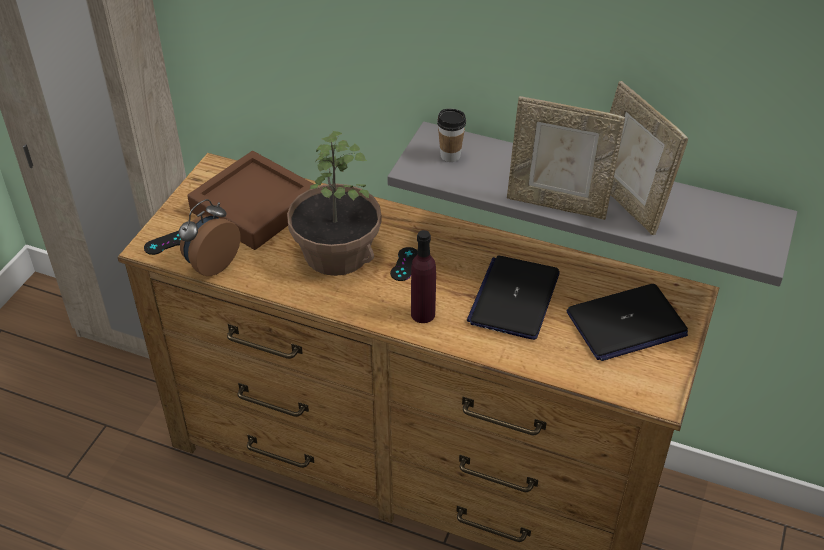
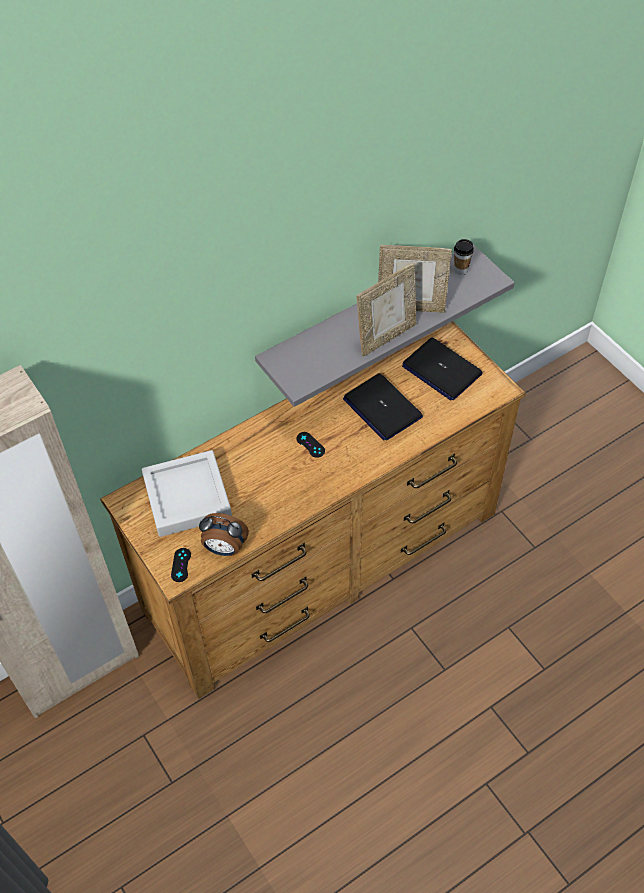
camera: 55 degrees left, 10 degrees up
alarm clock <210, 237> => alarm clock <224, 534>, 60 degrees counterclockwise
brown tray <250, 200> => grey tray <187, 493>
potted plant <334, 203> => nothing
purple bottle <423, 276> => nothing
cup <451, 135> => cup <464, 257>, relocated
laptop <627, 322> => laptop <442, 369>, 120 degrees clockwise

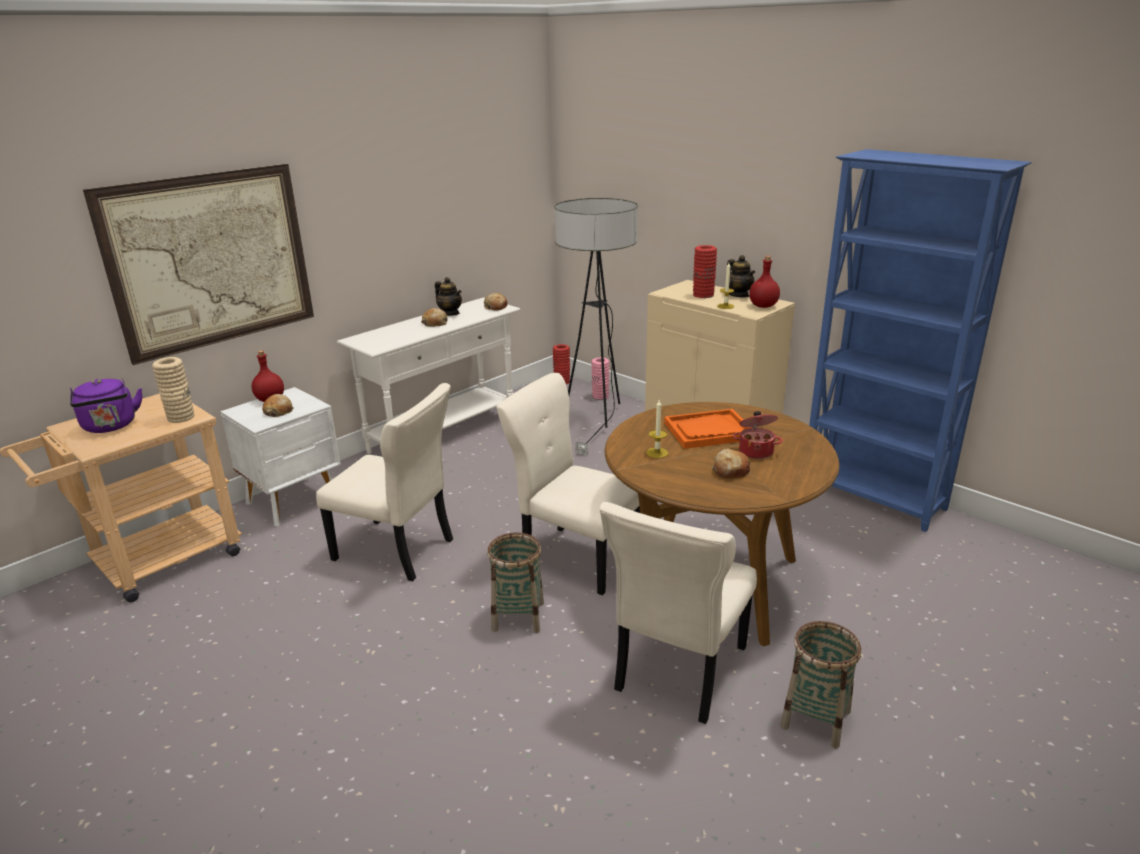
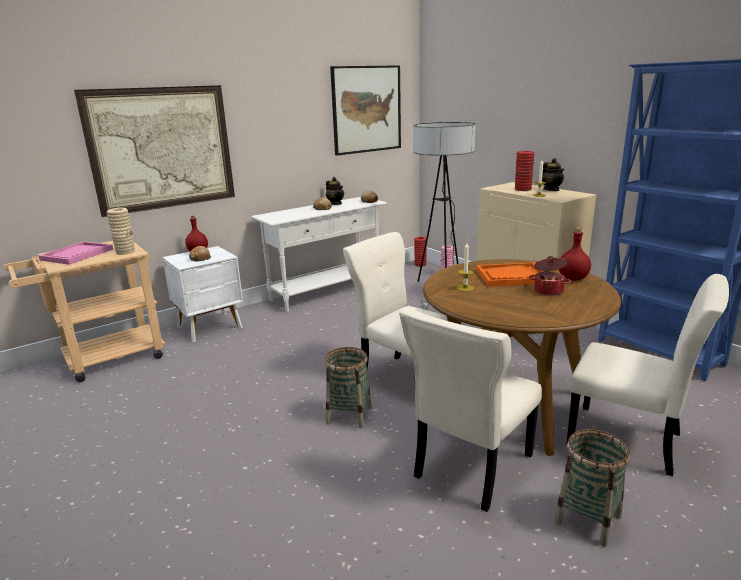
camera: 10 degrees right, 5 degrees down
purple kettle <106, 406> => pink tray <75, 253>
beige chair <384, 482> => beige chair <648, 375>, relocated
bread <731, 464> => nothing
red bottle <764, 282> => red bottle <575, 254>, relocated
nothing => picture <365, 110>

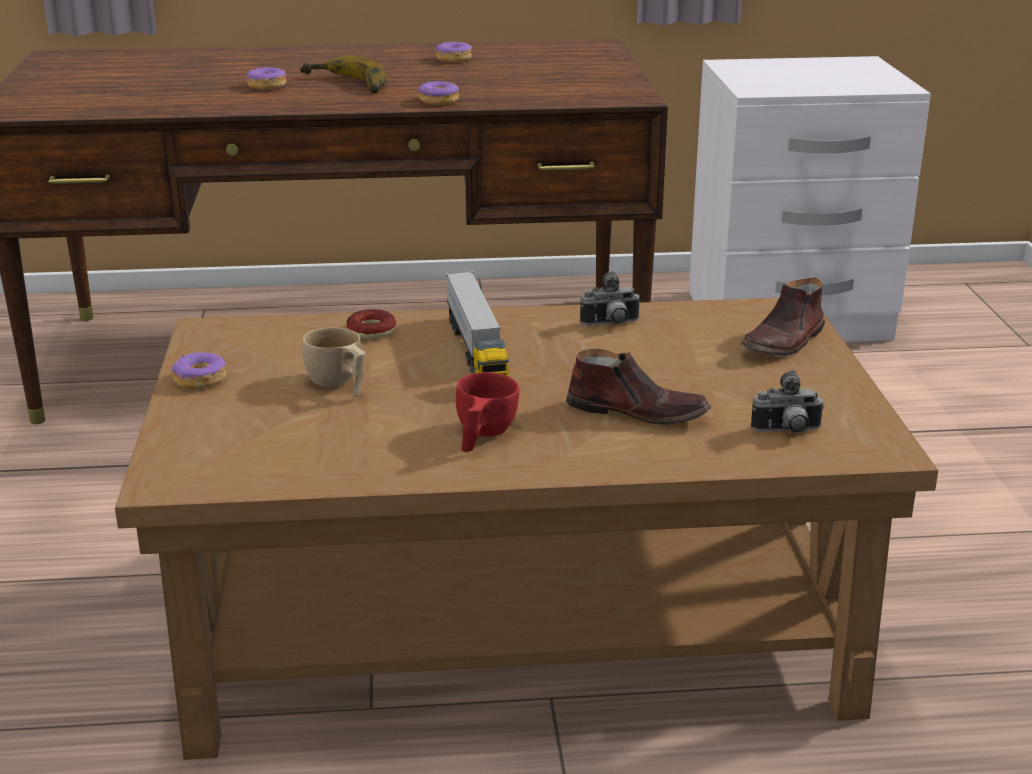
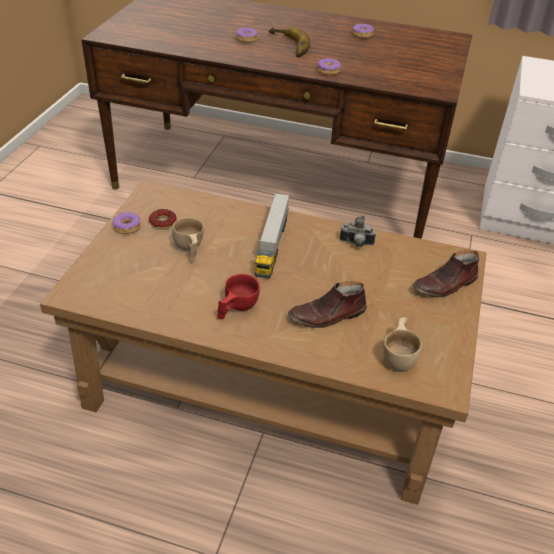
camera: 20 degrees right, 15 degrees up
donut <371, 324> => donut <163, 219>, relocated
brown shoe <638, 386> => brown shoe <327, 304>, 120 degrees clockwise
photo camera <788, 401> => beige cup <402, 344>

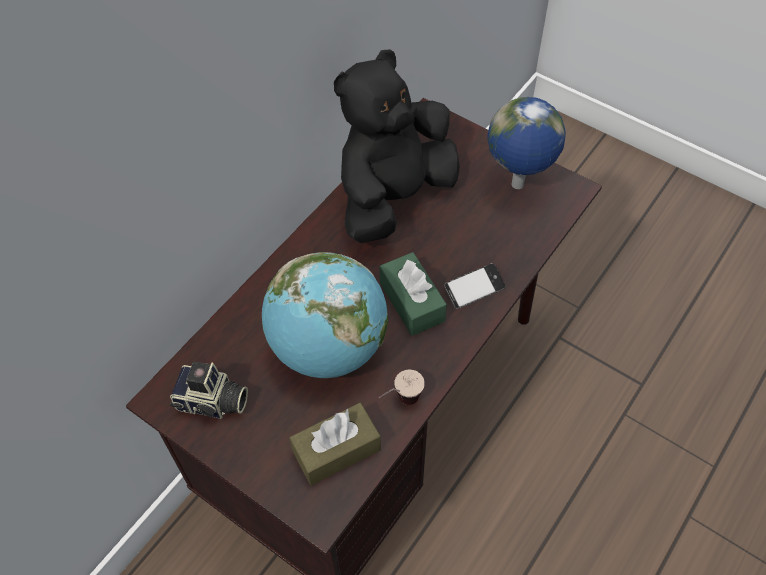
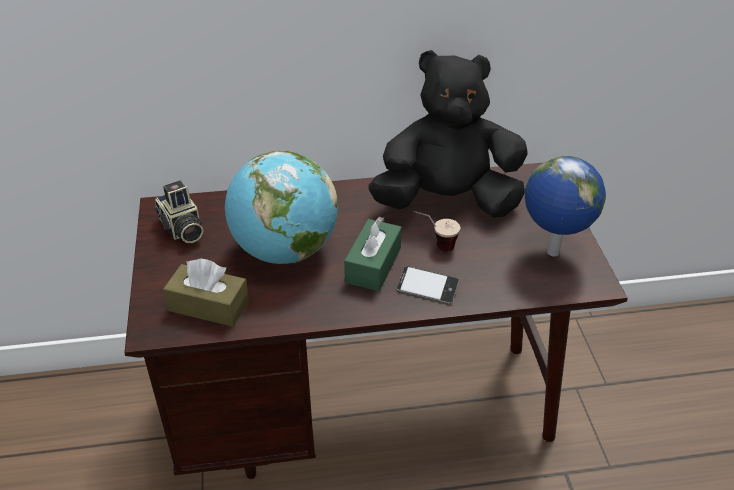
camera: 45 degrees right, 15 degrees down
cup <402, 387> => cup <436, 231>, relocated

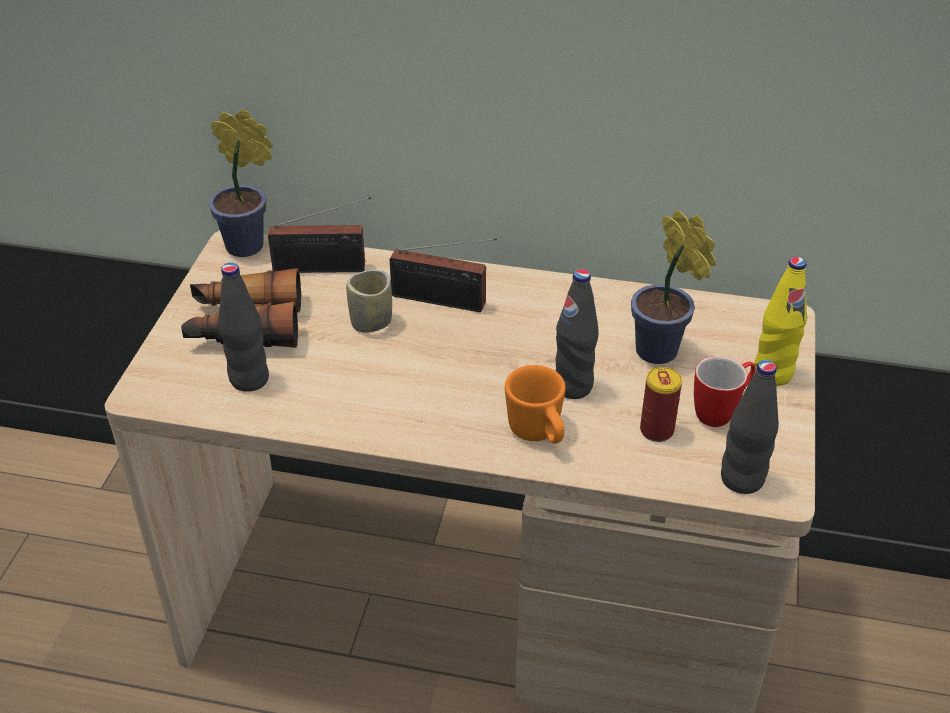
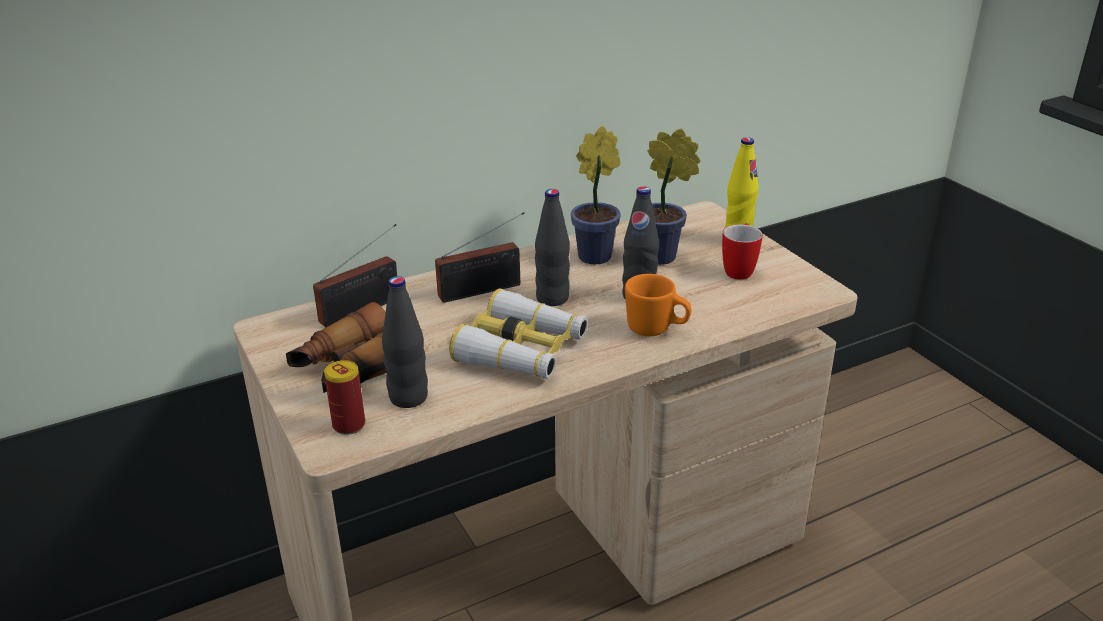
camera: 40 degrees left, 10 degrees down
potted plant <241, 183> => potted plant <596, 195>, relocated
cup <369, 301> => nothing
can <661, 404> => can <344, 397>, relocated
black bottle <750, 427> => black bottle <552, 247>, relocated
nothing => binoculars <518, 334>

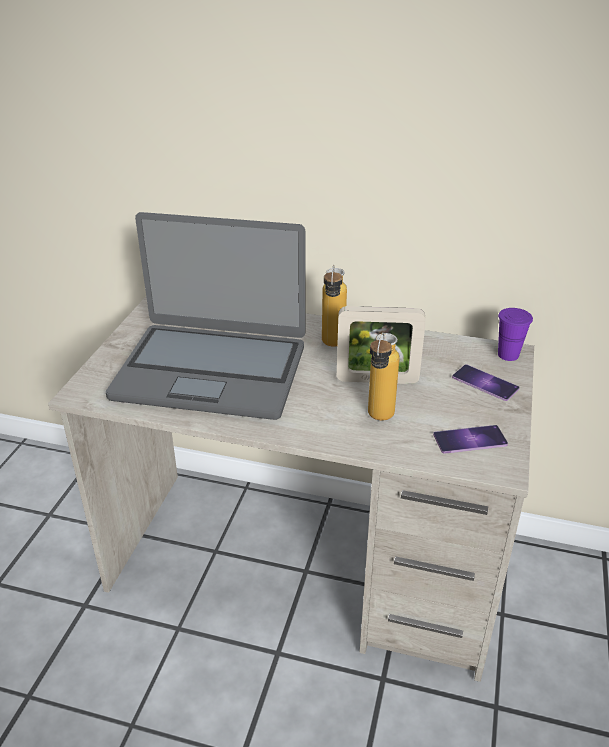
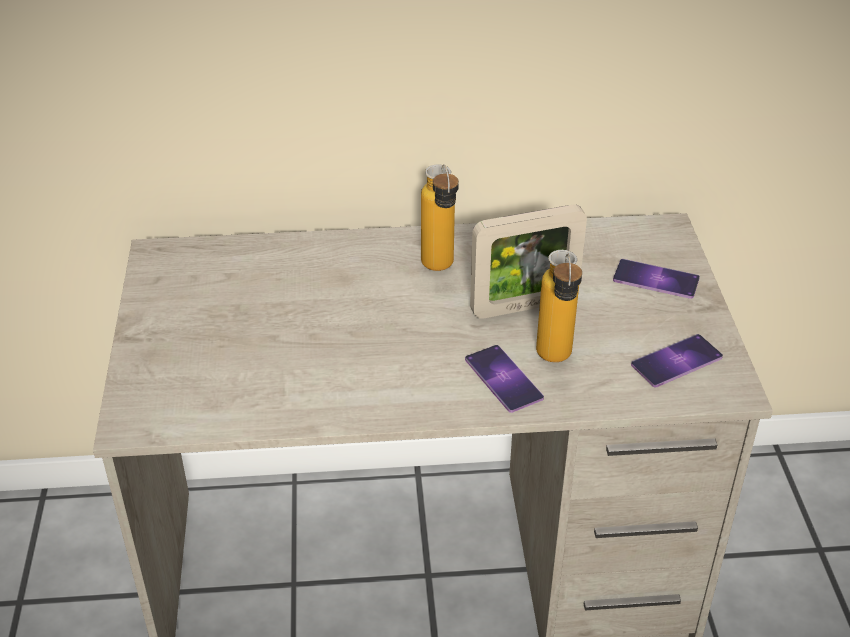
camera: 20 degrees left, 5 degrees up
laptop <205, 316> => nothing
purple cup <515, 334> => nothing
nothing => phone <504, 379>

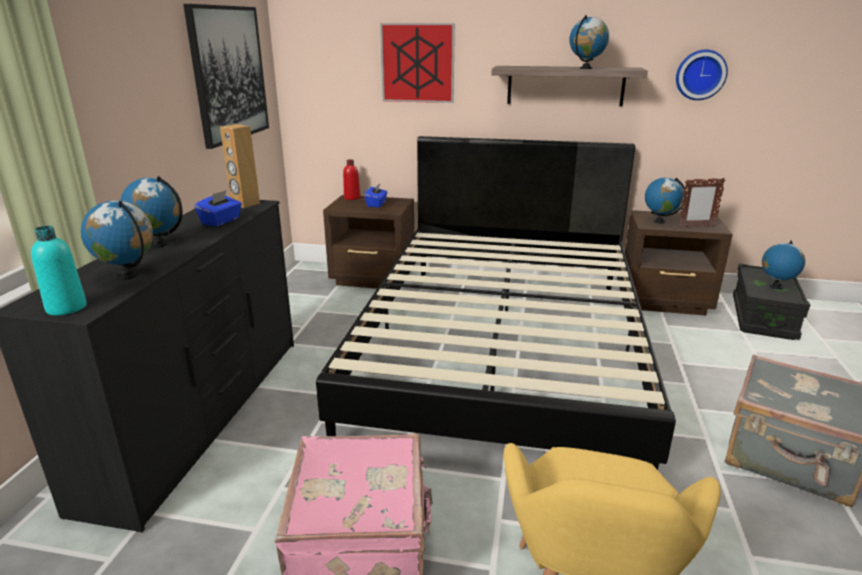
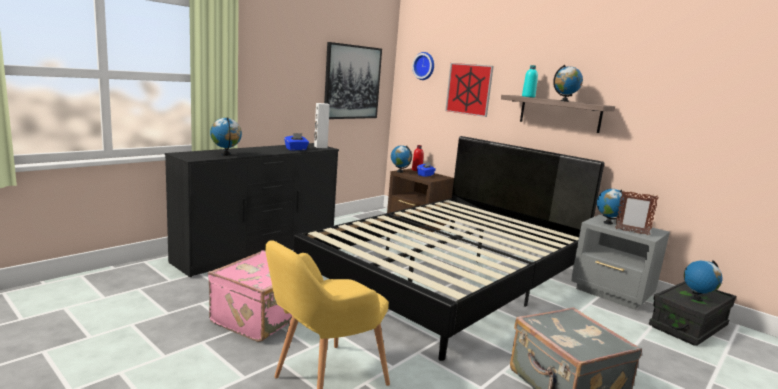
camera: 30 degrees right, 10 degrees down
turquoise bottle <59, 271> => turquoise bottle <530, 81>, relocated
globe <151, 212> => globe <401, 159>, relocated
brown speaker <240, 166> => white speaker <322, 125>
brown nightstand <679, 263> => grey nightstand <620, 262>
wall clock <702, 75> => wall clock <423, 66>, relocated

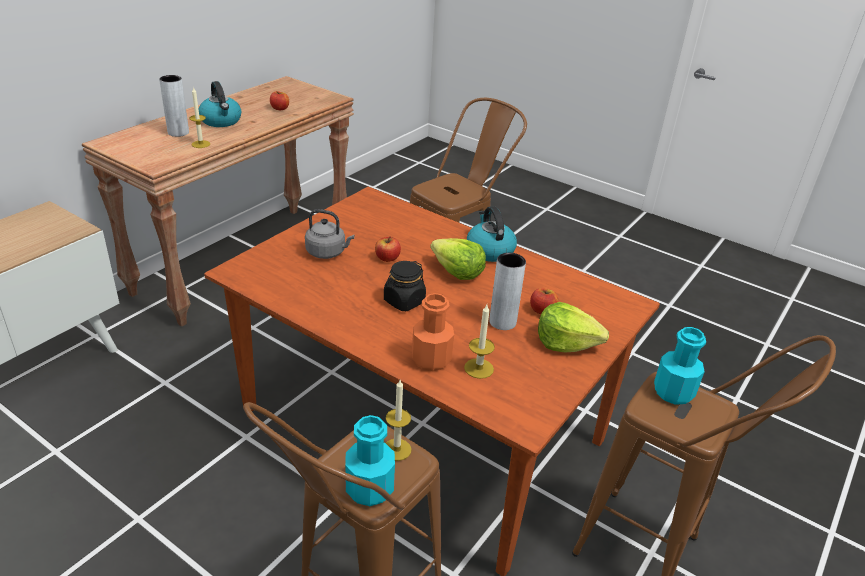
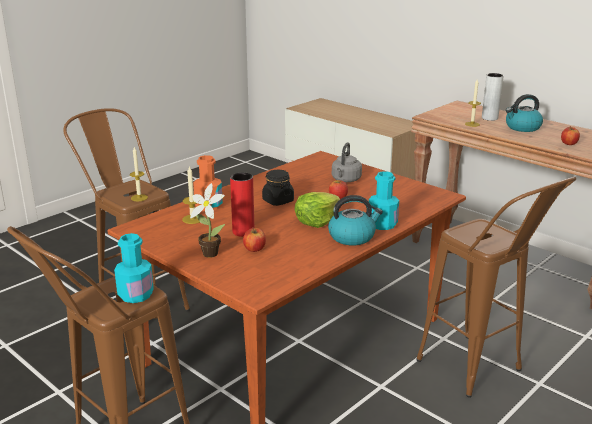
camera: 100 degrees right, 10 degrees down
turquoise bottle <370, 460> => turquoise bottle <384, 200>, relocated
grey vase <507, 291> => red vase <242, 205>
lettuce <573, 327> => potted plant <207, 220>

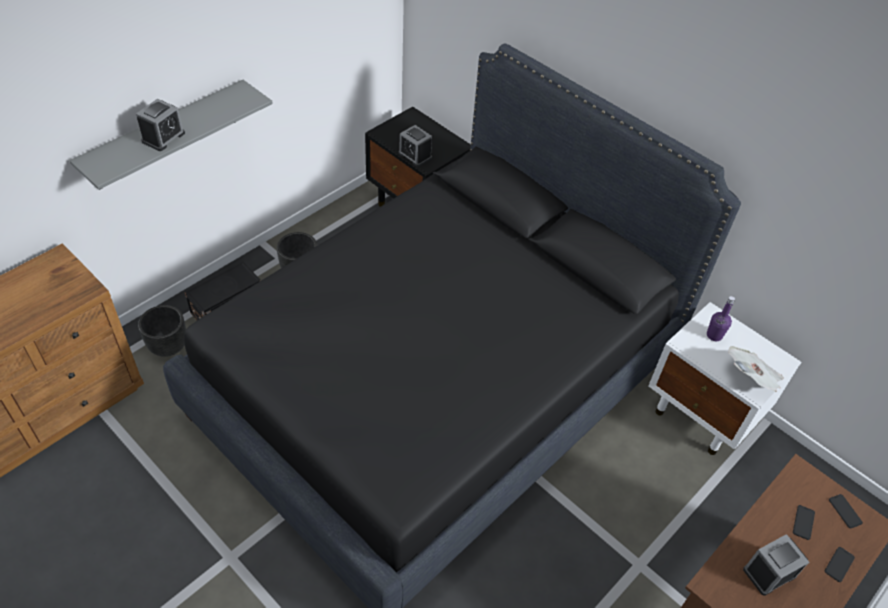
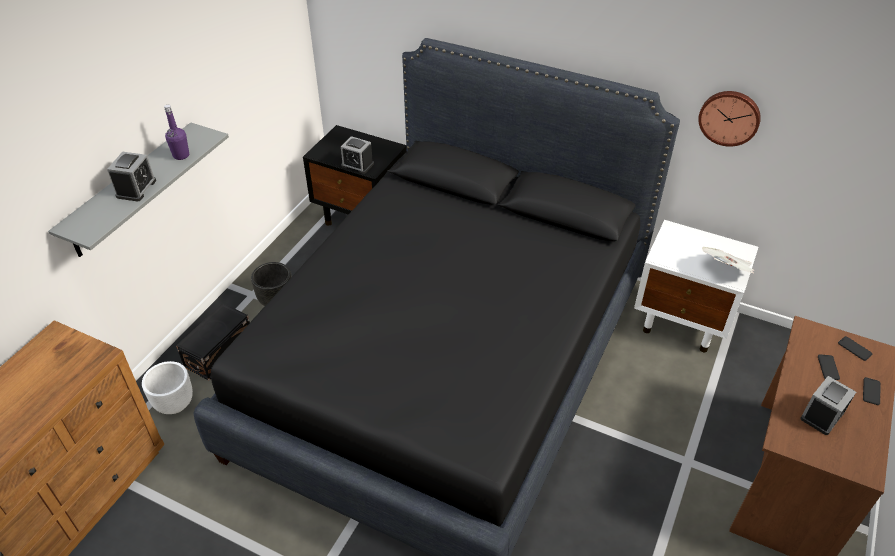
camera: 15 degrees left, 5 degrees down
black planter <162, 331> => white planter <167, 387>
purple bottle <721, 318> => purple bottle <176, 132>, relocated
nothing => wall clock <729, 119>

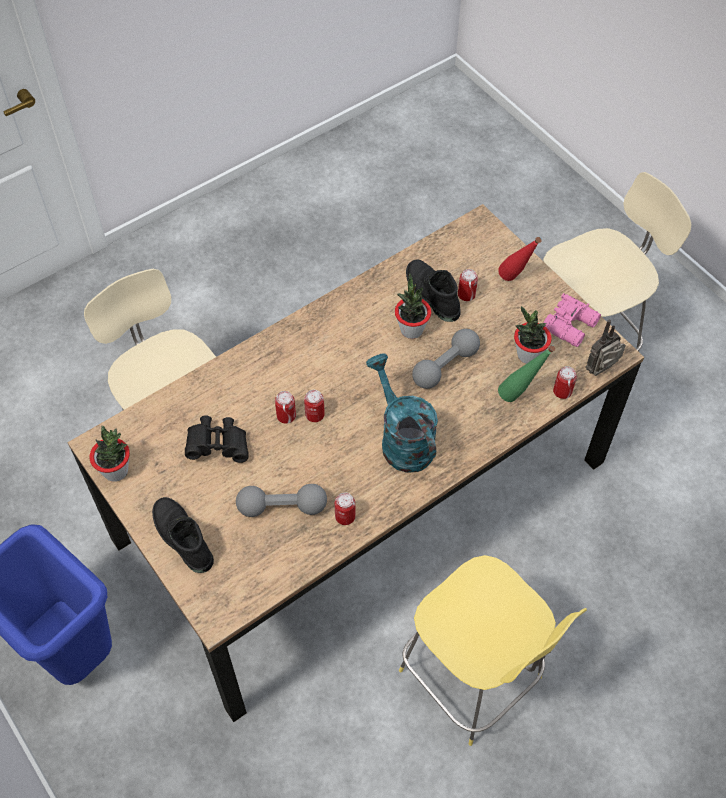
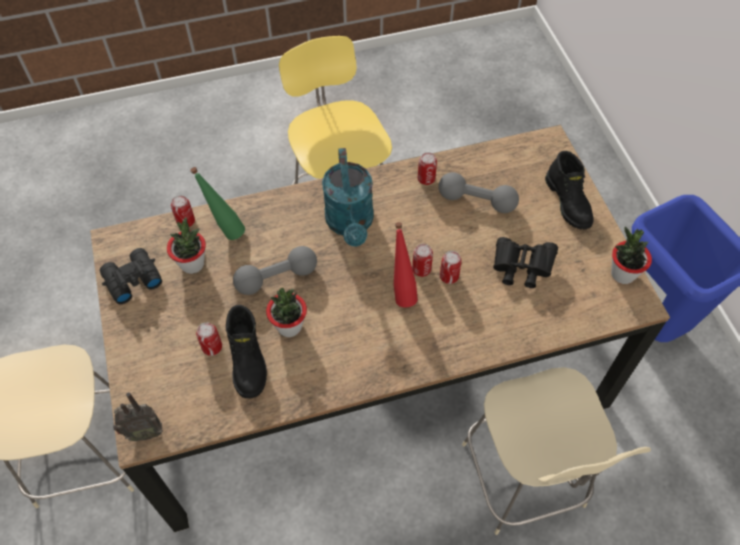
camera: 160 degrees left, 0 degrees up
red bottle <520, 259> => red bottle <406, 264>, relocated
pink binoculars <572, 320> => black binoculars <131, 276>
radio <606, 347> => radio <138, 416>, relocated

